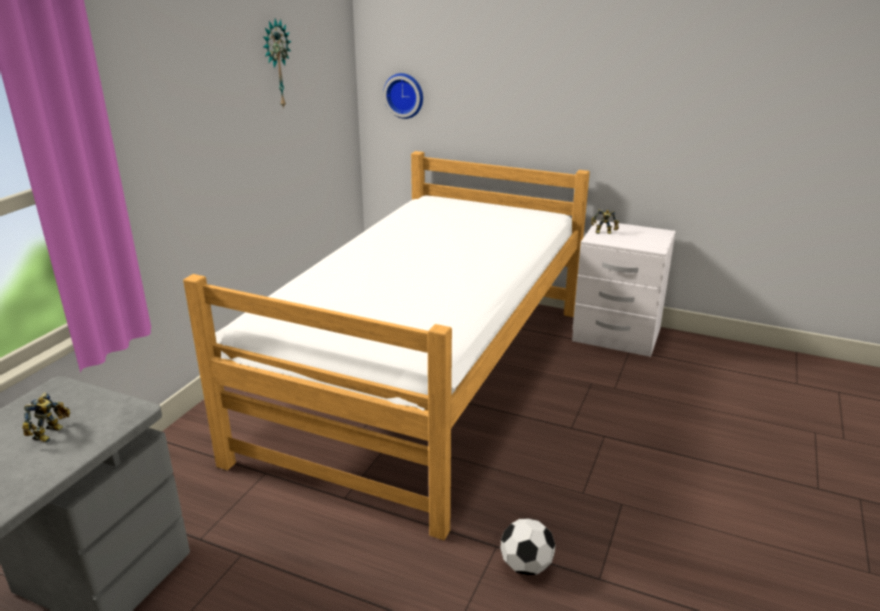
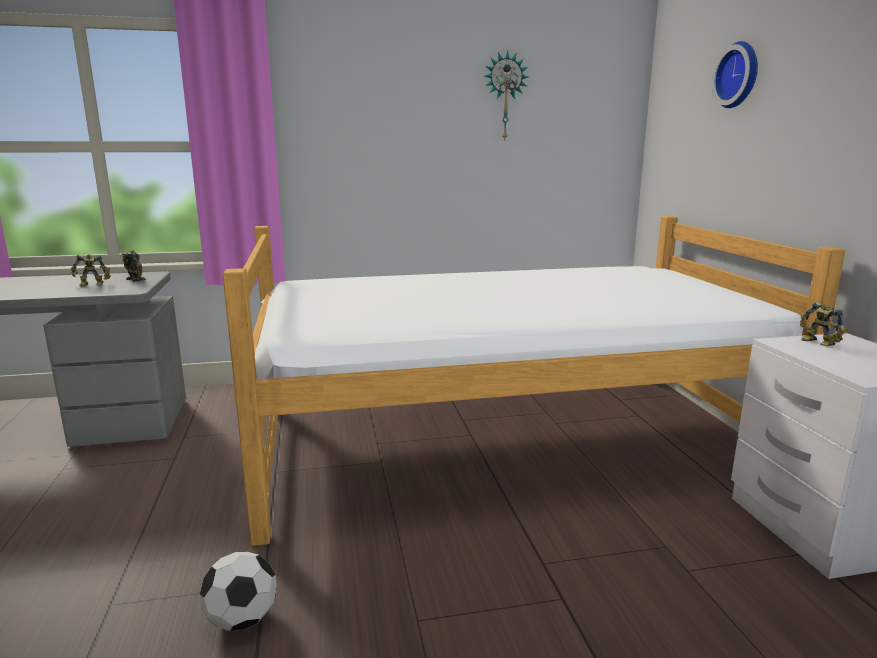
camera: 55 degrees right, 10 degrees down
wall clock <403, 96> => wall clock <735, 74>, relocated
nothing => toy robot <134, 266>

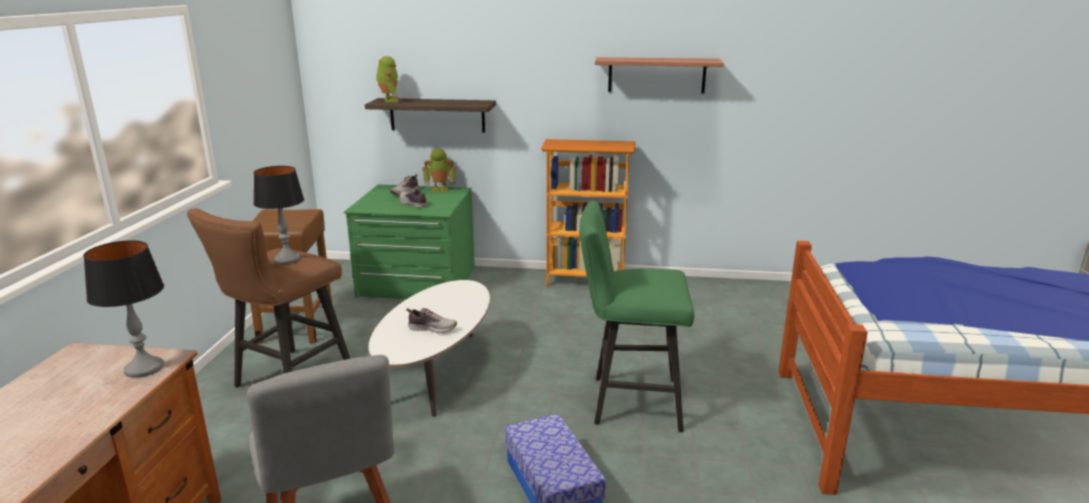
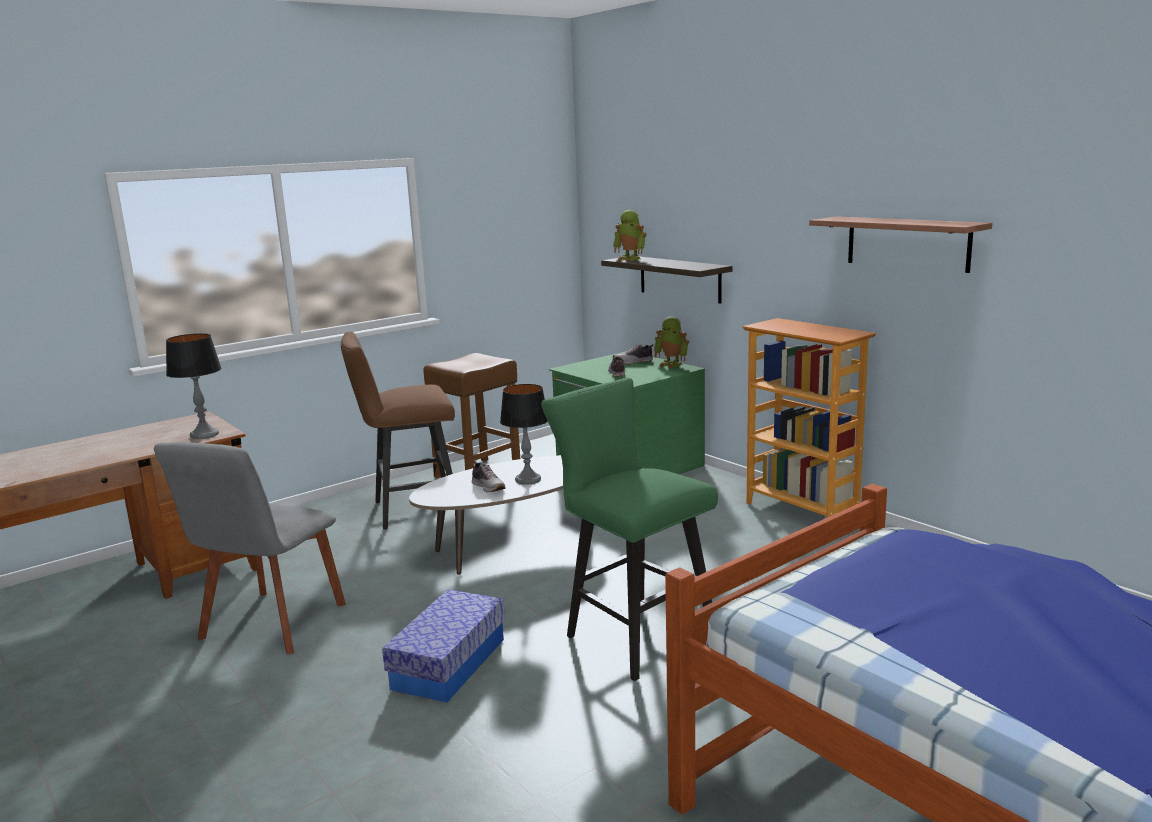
camera: 45 degrees right, 5 degrees down
table lamp <278, 215> => table lamp <524, 434>, relocated
toy robot <389, 79> => toy robot <629, 235>, 105 degrees clockwise

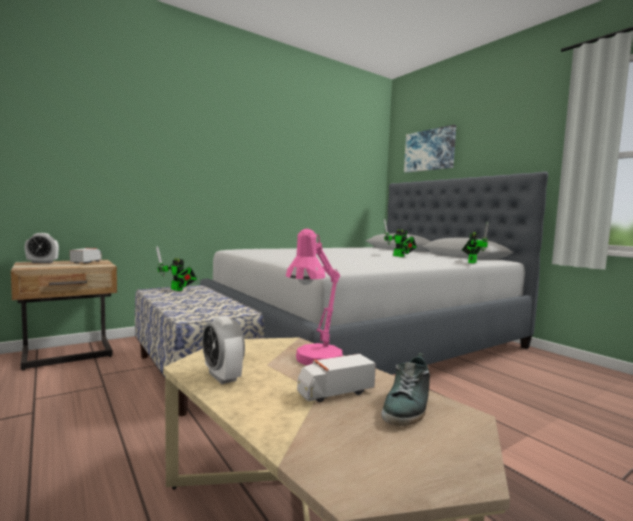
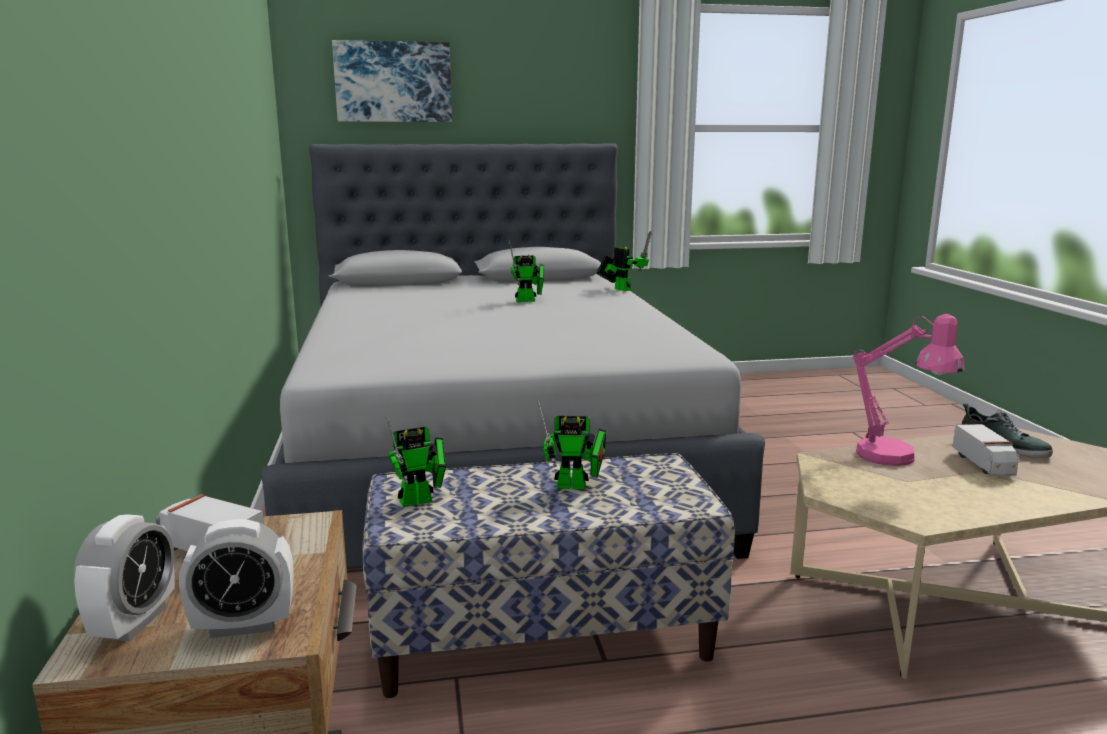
camera: 65 degrees left, 10 degrees up
alarm clock <223, 350> => alarm clock <236, 578>, relocated
nothing => toy robot <571, 444>

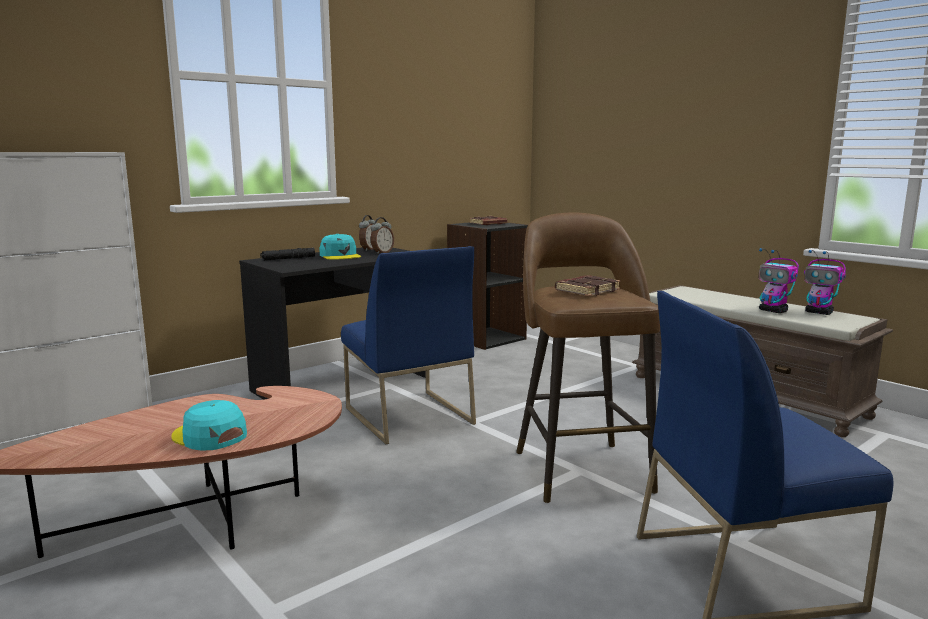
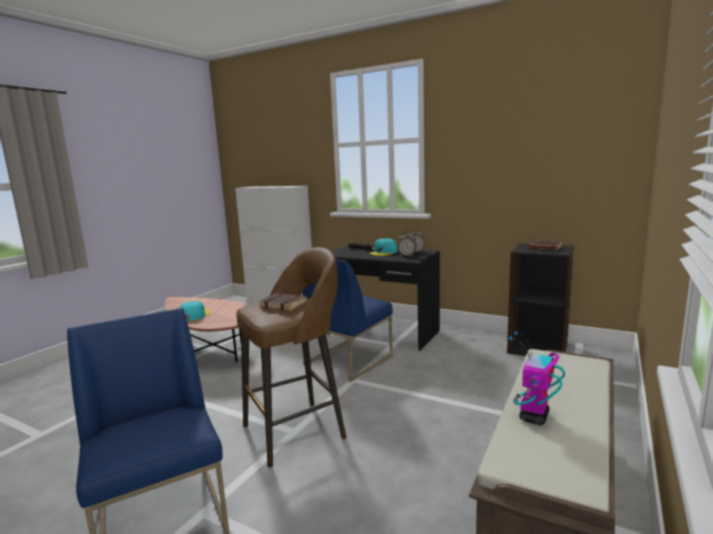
camera: 70 degrees right, 0 degrees up
toy robot <825, 282> => nothing

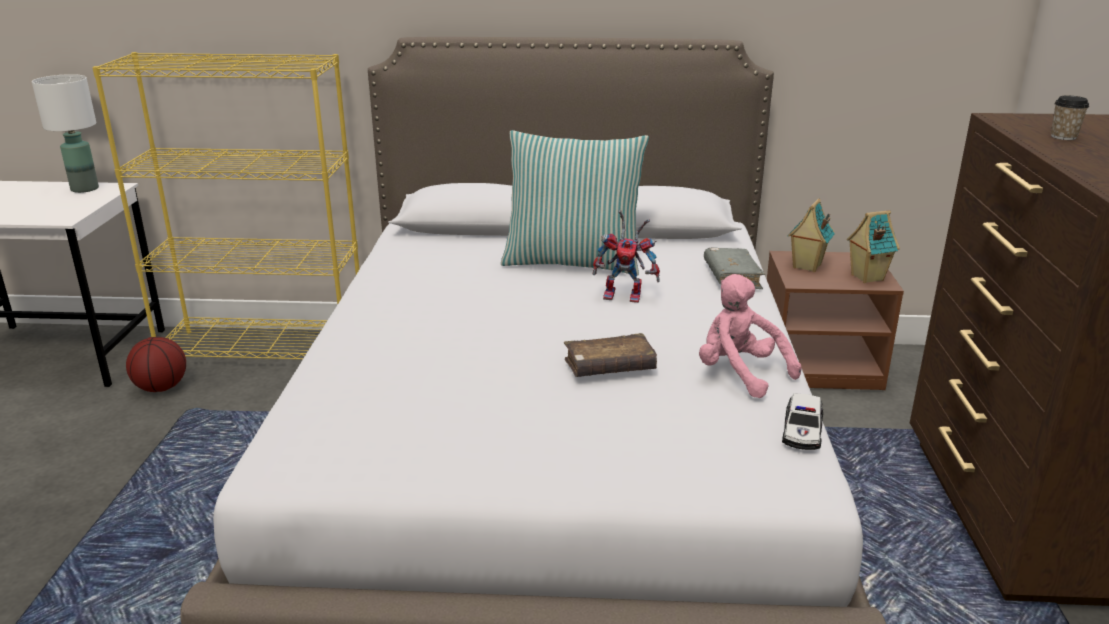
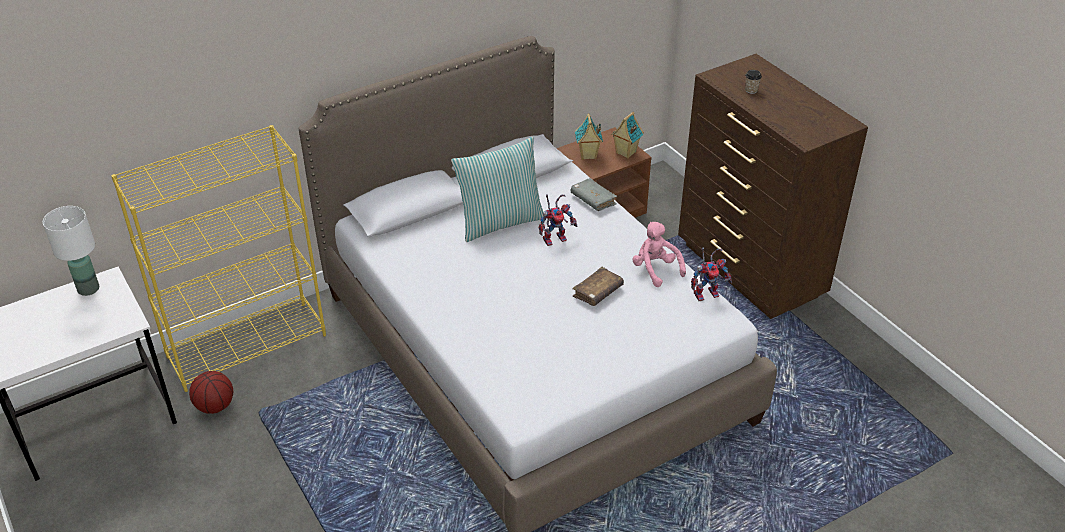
camera: 35 degrees left, 15 degrees up
pink plush toy <750, 336> => pink plush toy <659, 254>, 45 degrees clockwise
toy car <802, 421> => toy robot <711, 274>

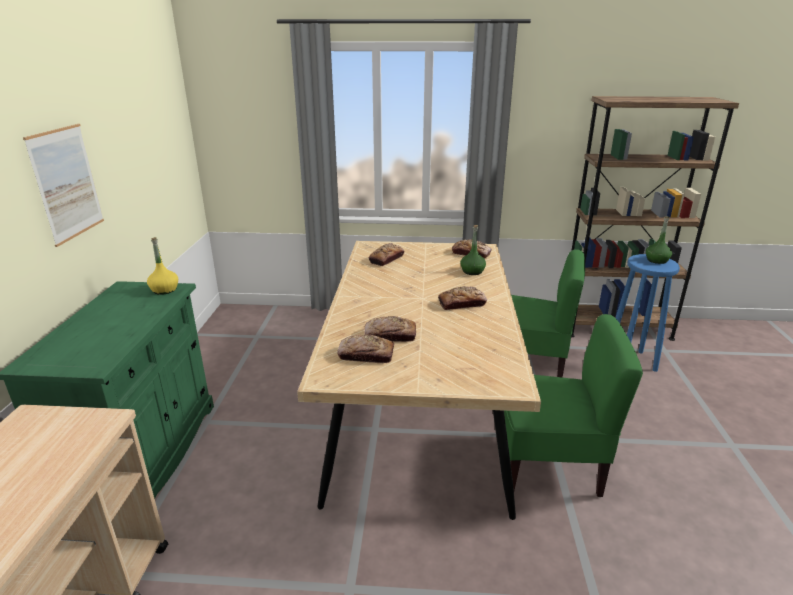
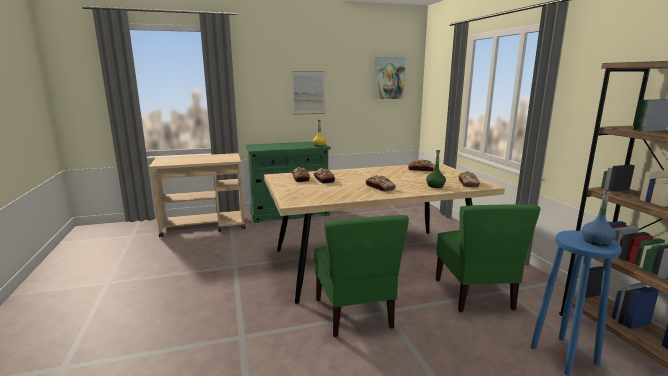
camera: 70 degrees right, 10 degrees down
green bottle <659, 240> => blue bottle <599, 217>
nothing => picture <389, 78>

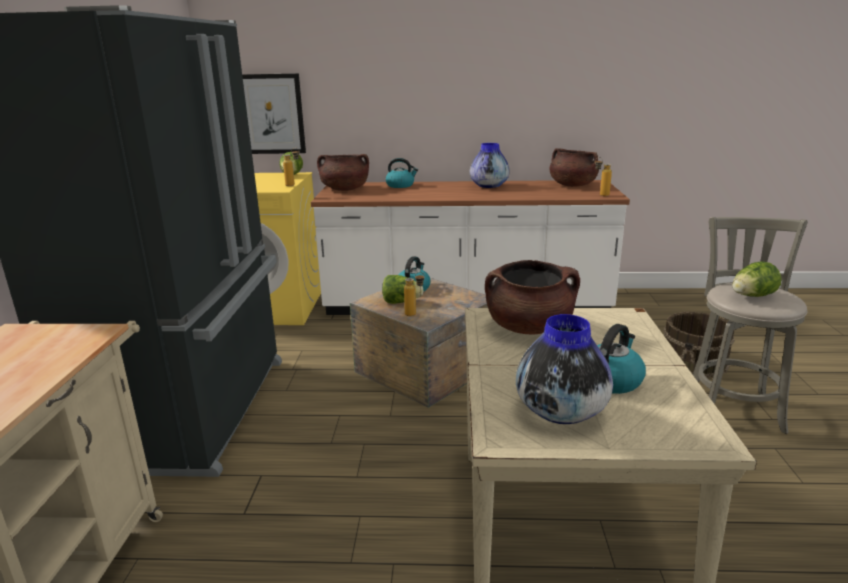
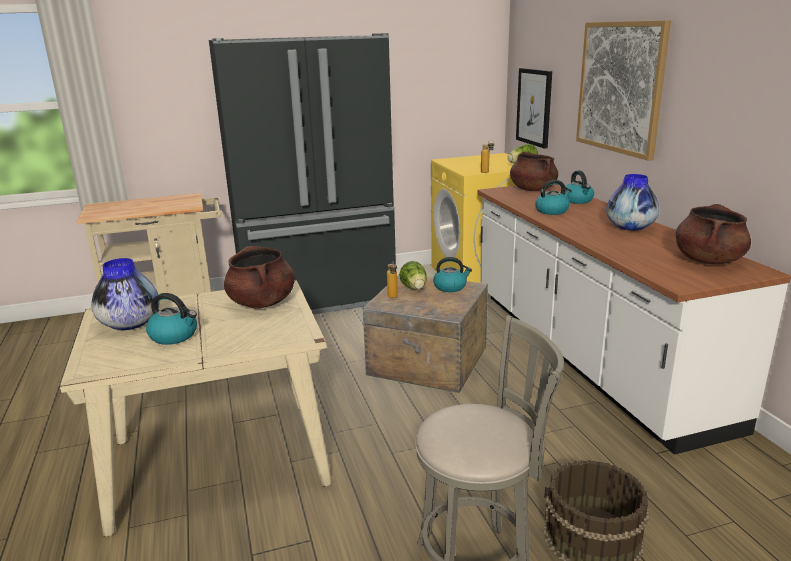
camera: 70 degrees right, 0 degrees up
bottle <603, 176> => nothing
lettuce <757, 279> => nothing
nothing => kettle <553, 197>
nothing => picture <623, 90>

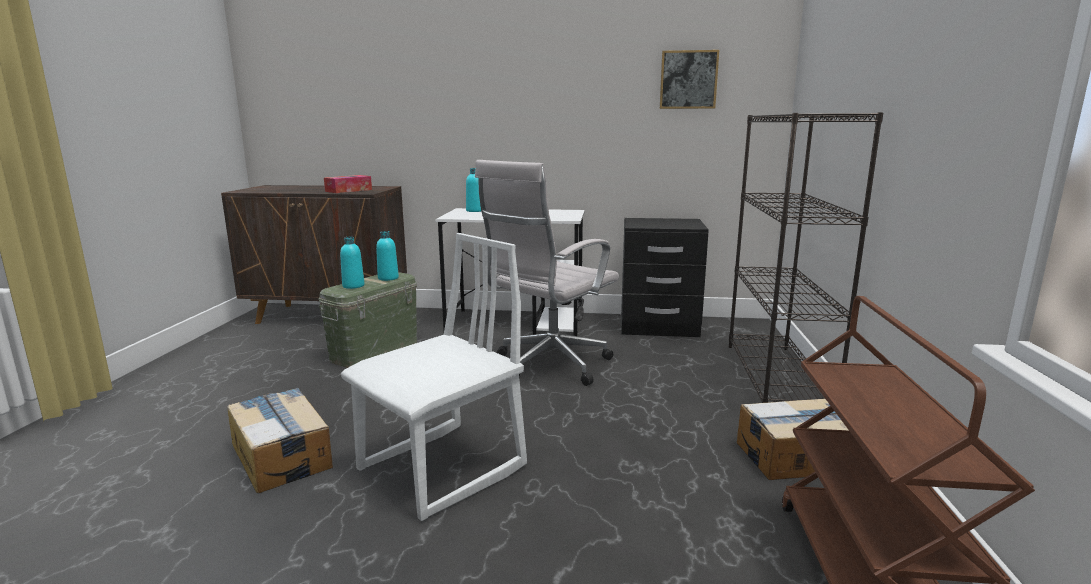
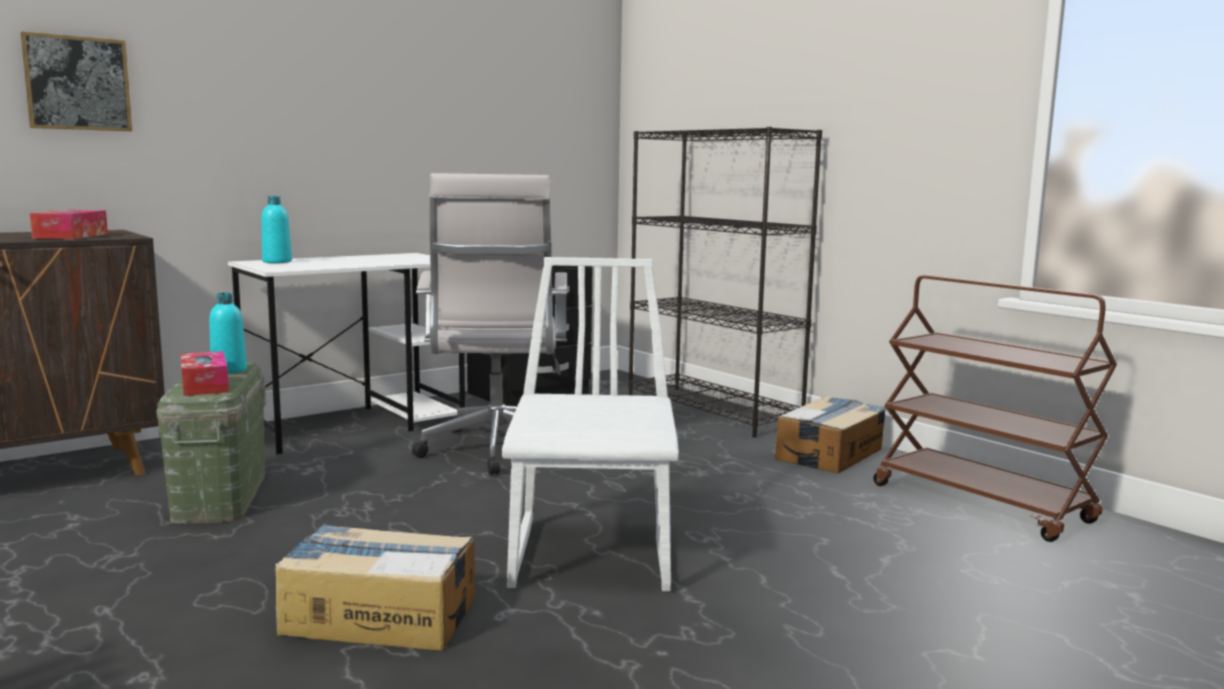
camera: 45 degrees left, 5 degrees down
turquoise bottle <352, 263> => tissue box <205, 373>
picture <689, 79> => picture <76, 81>, relocated

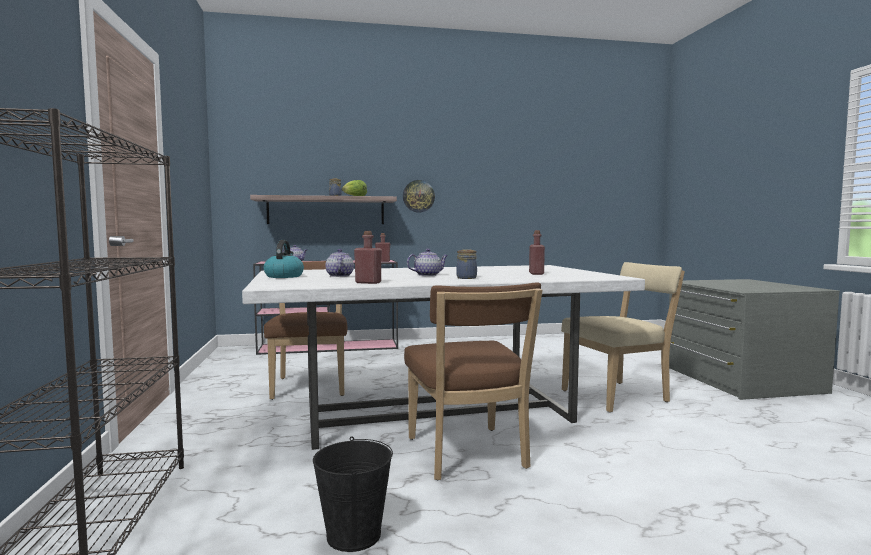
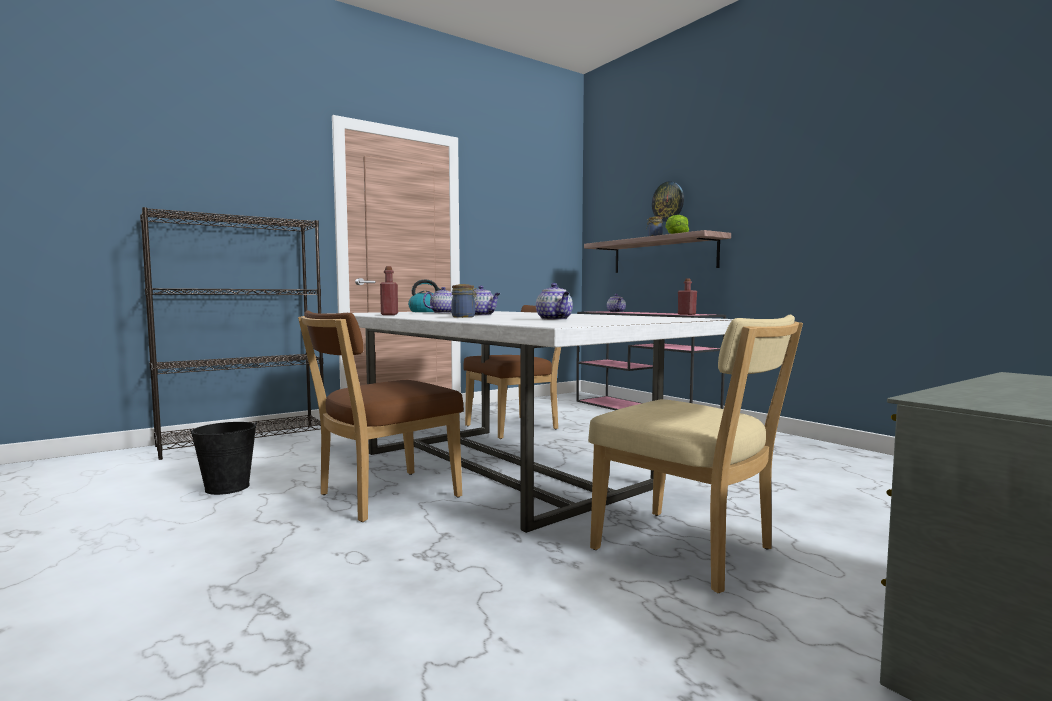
camera: 65 degrees right, 0 degrees up
wall clock <419, 196> => wall clock <668, 201>, relocated
red bottle <537, 252> => teapot <554, 301>

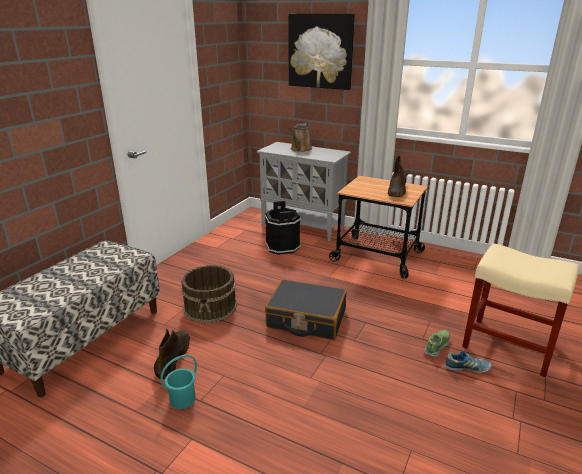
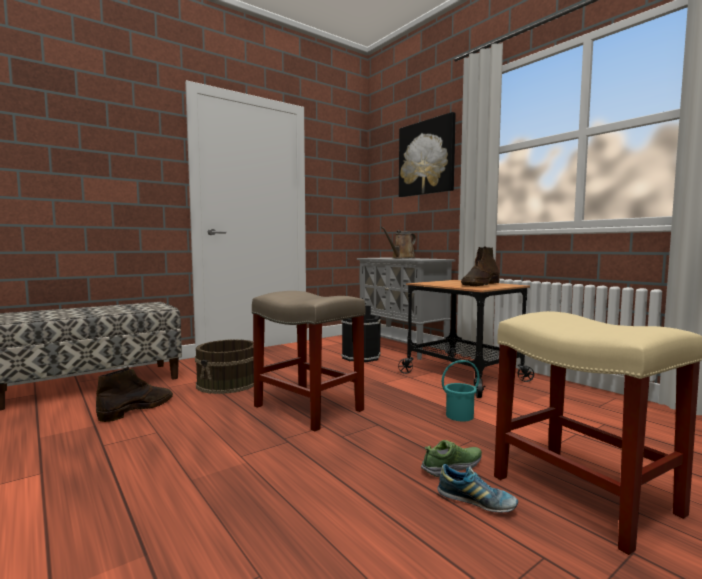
camera: 25 degrees right, 20 degrees down
turquoise bucket <178, 382> => turquoise bucket <461, 390>, relocated
black suitcase <306, 309> => beige stool <308, 361>

